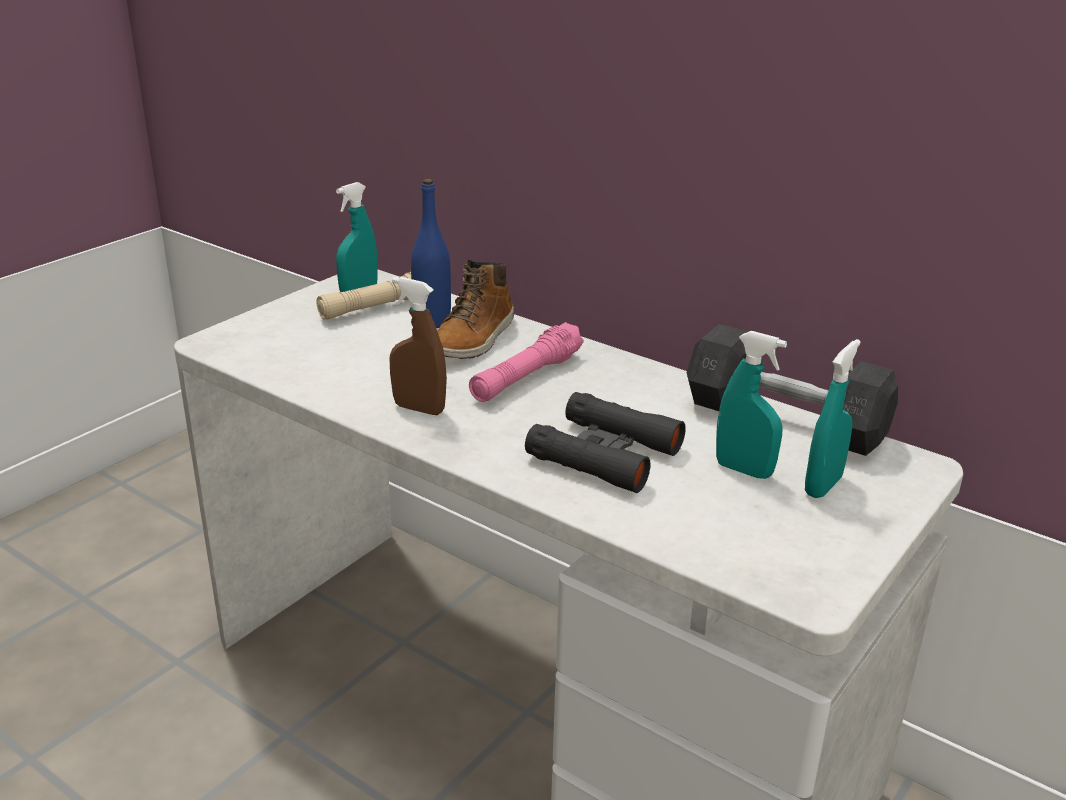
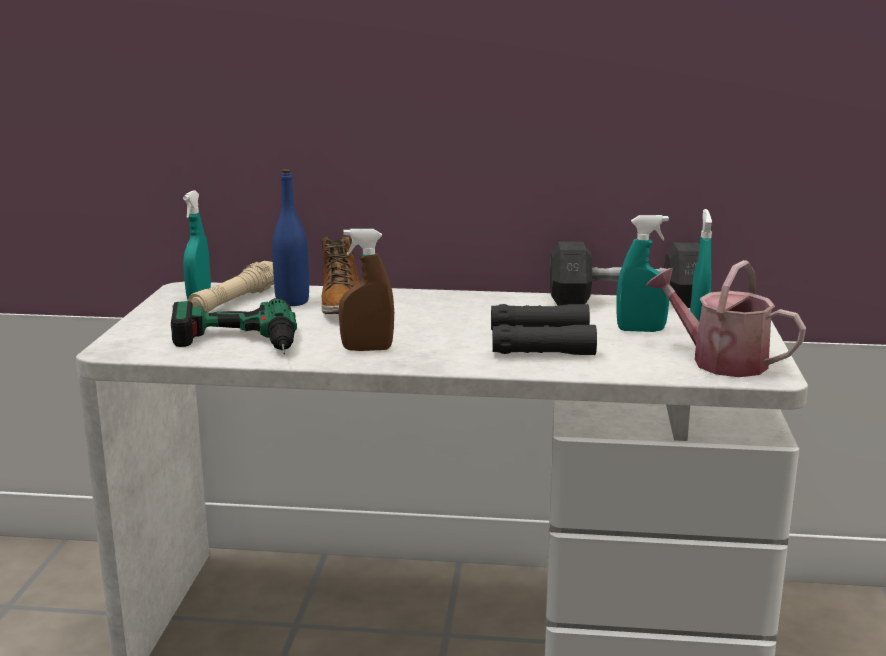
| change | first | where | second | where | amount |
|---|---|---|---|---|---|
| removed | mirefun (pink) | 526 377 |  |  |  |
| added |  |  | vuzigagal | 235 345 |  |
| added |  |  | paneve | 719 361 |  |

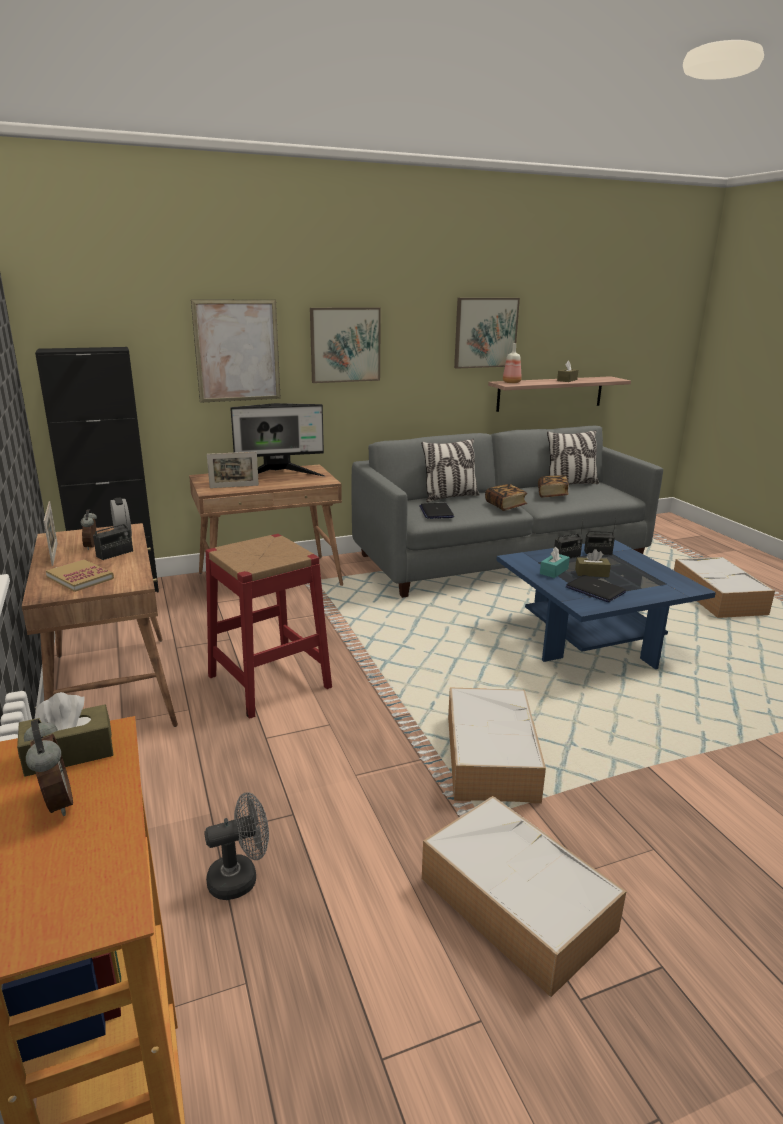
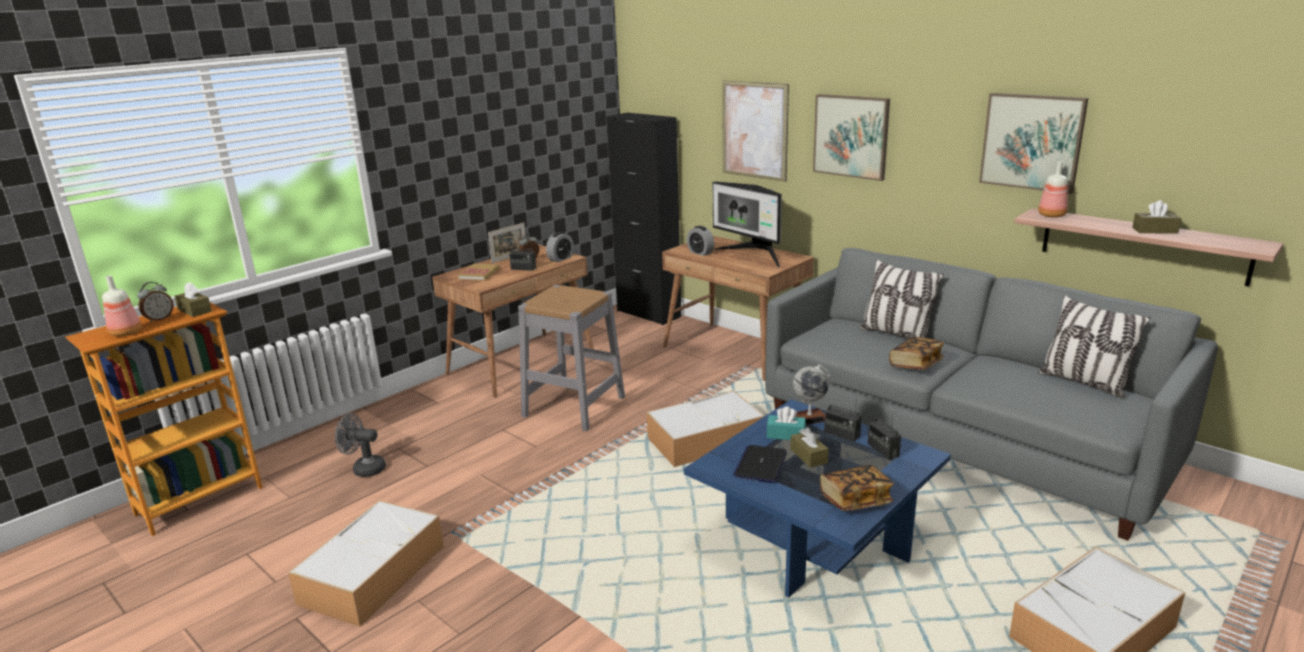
| change | first | where | second | where | amount |
|---|---|---|---|---|---|
| removed | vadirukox | 436 512 |  |  |  |
| added |  |  | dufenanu | 126 332 |  |
| added |  |  | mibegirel | 809 418 |  |
| moved | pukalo | 490 756 |  | 706 440 |  |
| moved | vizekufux | 552 495 |  | 855 500 |  |
| replaced | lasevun | 234 486 | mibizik | 700 252 |  |
| recoloured | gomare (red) | 269 681 | gomare (grey) | 574 406 |  |
| turned | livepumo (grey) | 240 878 |  | 364 469 | 150 degrees clockwise |

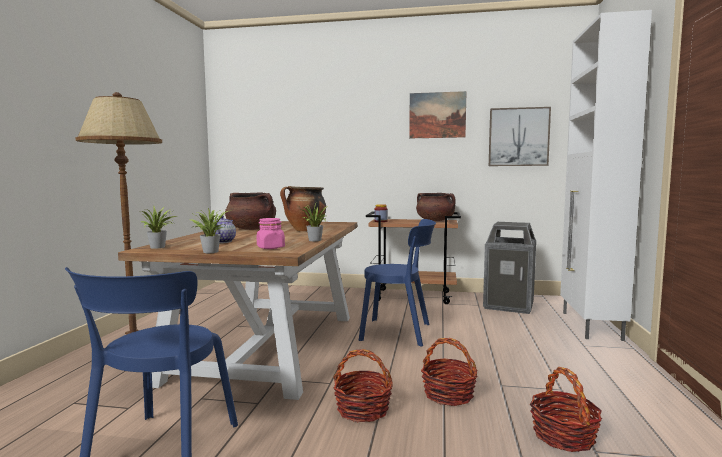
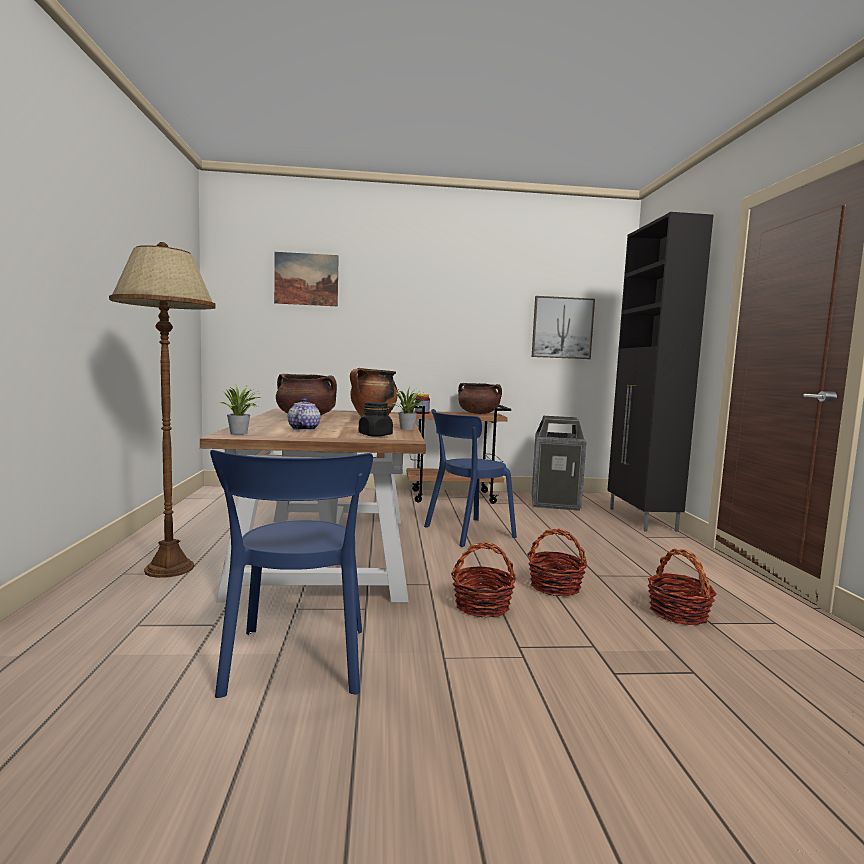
| change | first | where | second | where | amount |
|---|---|---|---|---|---|
| removed | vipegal | 210 251 |  |  |  |
| moved | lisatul | 437 115 |  | 306 279 |  |
| recoloured | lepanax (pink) | 270 248 | lepanax (black) | 375 435 |  |
| recoloured | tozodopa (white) | 590 326 | tozodopa (black) | 641 519 |  |
| turned | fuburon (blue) | 400 332 |  | 465 532 | 150 degrees clockwise |

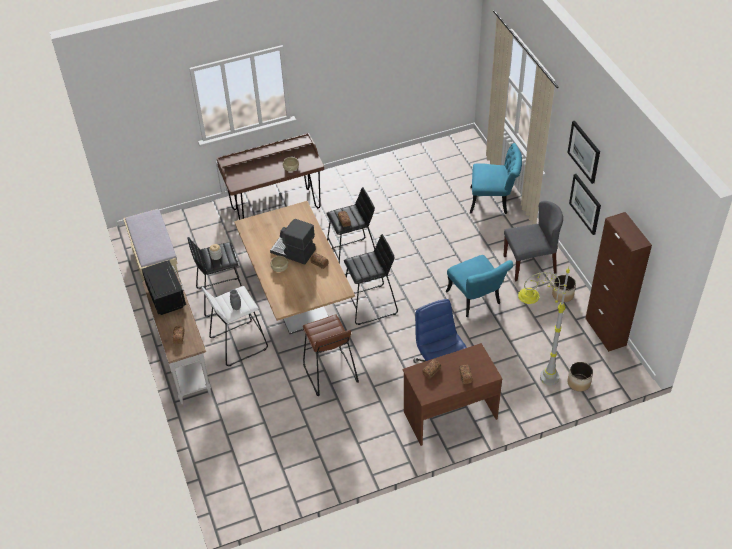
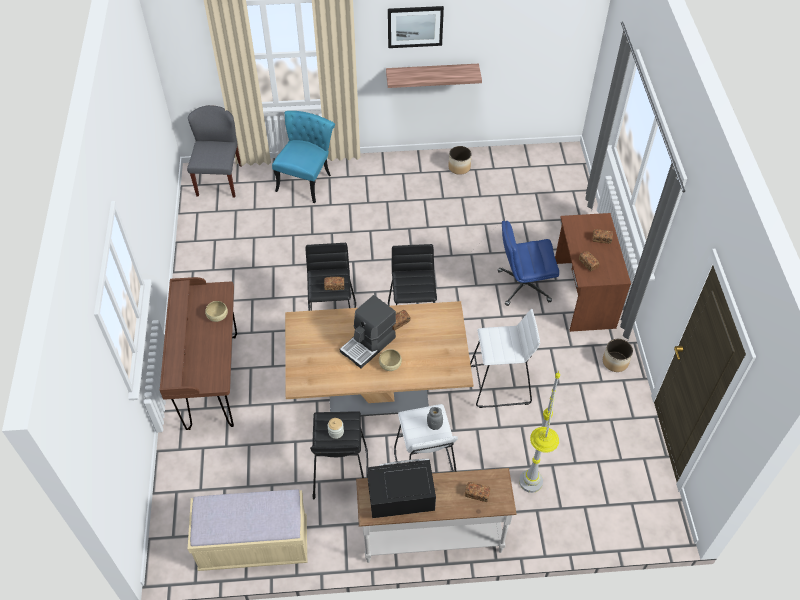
| change | first | where | second | where | amount |
|---|---|---|---|---|---|
| removed | fuburon (turquoise) | 476 301 |  |  |  |
| removed | tozodopa (brown) | 605 332 |  |  |  |
| moved | fuburon (grey) | 530 264 |  | 219 180 |  |
| moved | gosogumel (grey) | 533 378 |  | 527 500 |  |
| moved | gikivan | 579 383 |  | 615 362 |  |
| replaced | lisatul | 585 204 | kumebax | 432 74 |  |
| recoloured | gomare (brown) | 330 374 | gomare (white) | 500 385 |  |

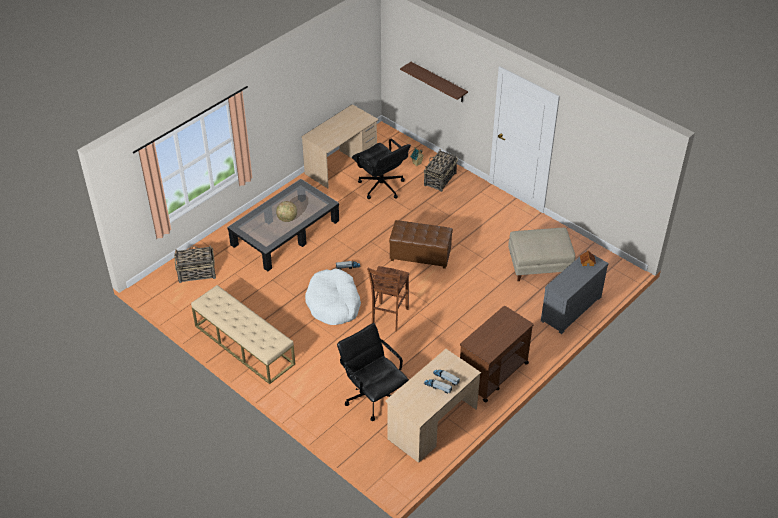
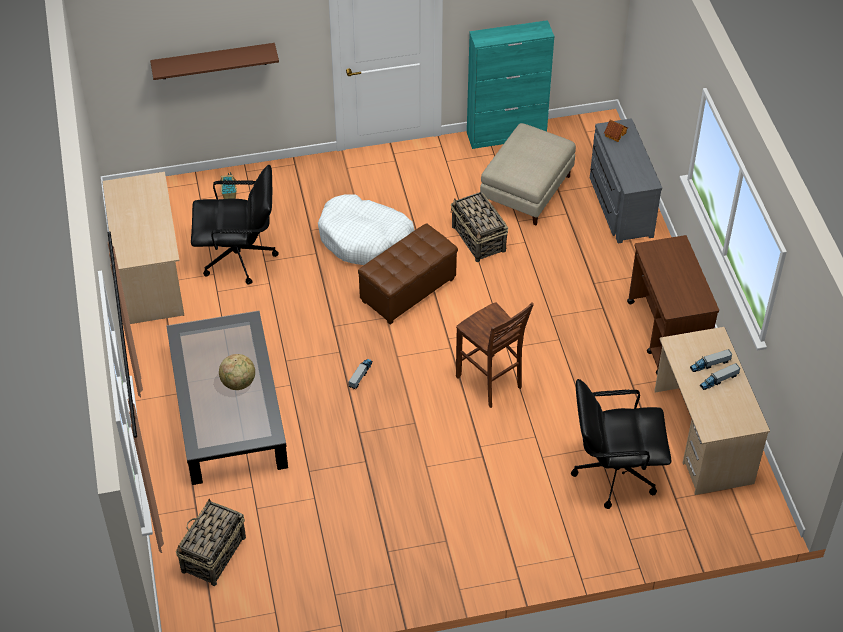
| change | first | where | second | where | amount |
|---|---|---|---|---|---|
| removed | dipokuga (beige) | 244 344 |  |  |  |
| added |  |  | tozodopa (turquoise) | 507 135 |  |
| moved | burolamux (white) | 333 303 |  | 365 239 |  |
| moved | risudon | 439 179 |  | 479 239 |  |

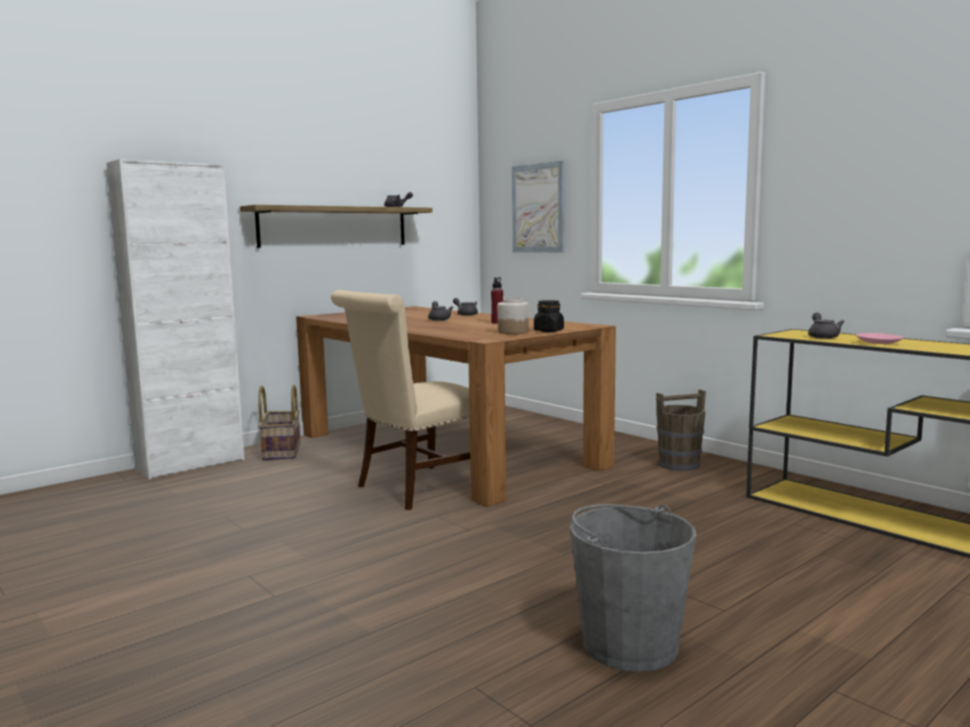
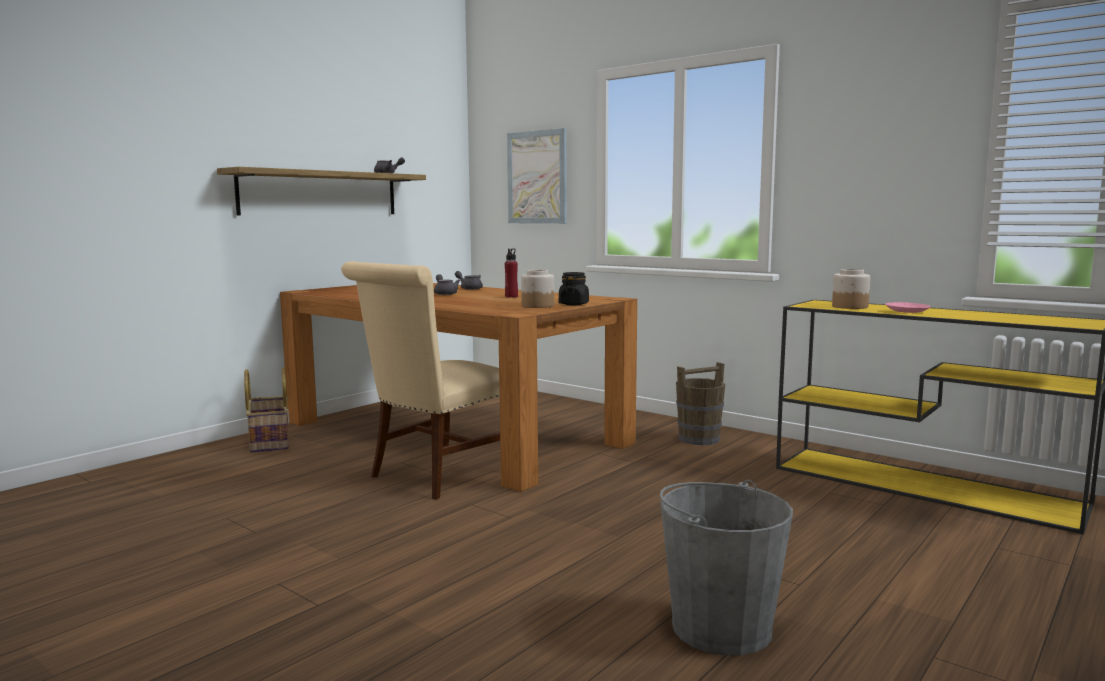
| change | first | where | second | where | amount |
|---|---|---|---|---|---|
| removed | tozodopa (white) | 191 464 |  |  |  |
| replaced | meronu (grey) | 822 337 | lepanax | 849 306 |  |

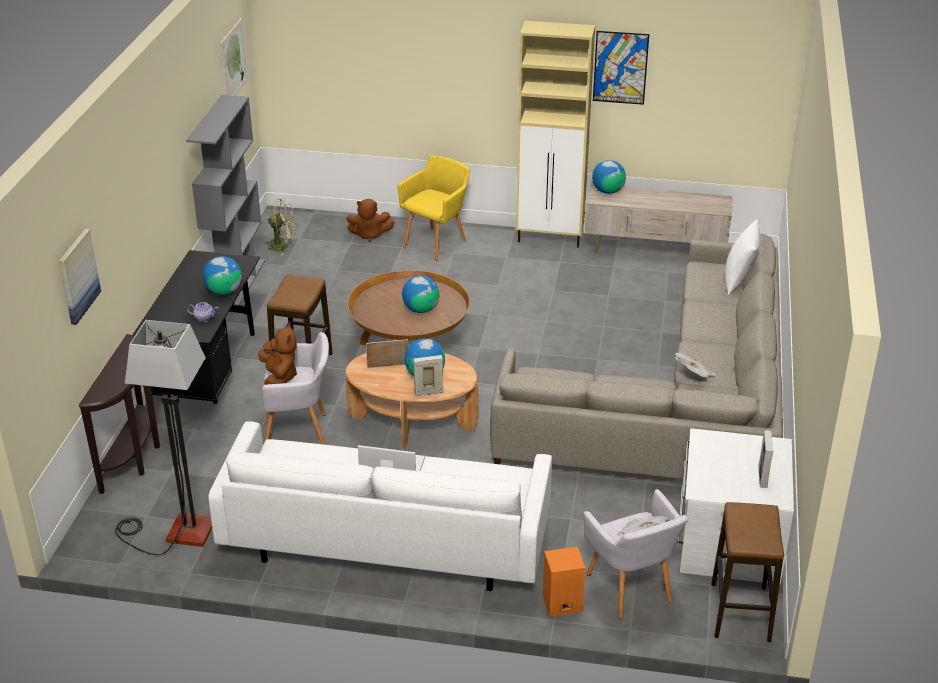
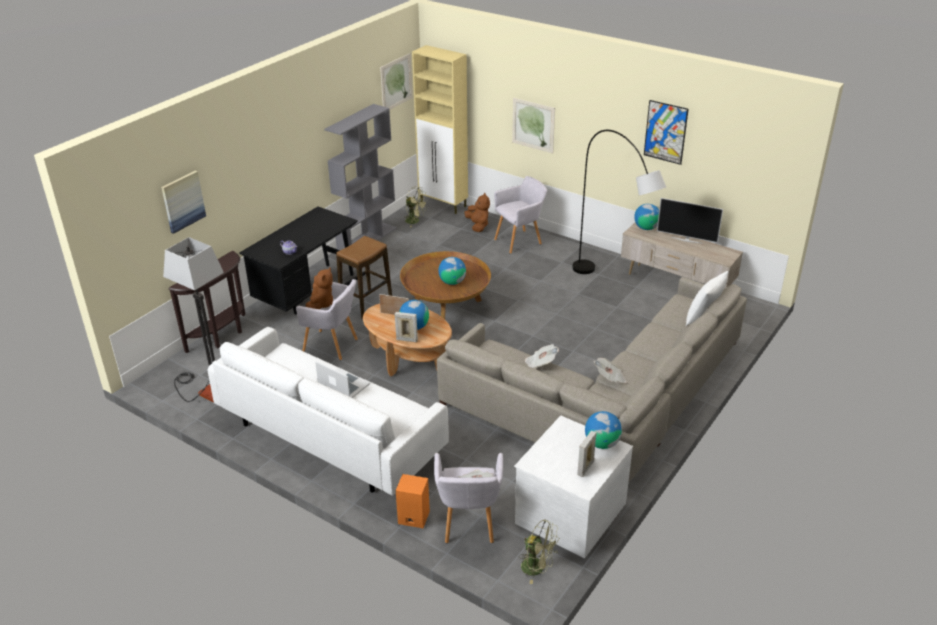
| change | first | where | second | where | amount |
|---|---|---|---|---|---|
| added |  |  | lisatul | 533 125 |  |
| added |  |  | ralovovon | 540 363 |  |
| added |  |  | gosogumel (grey) | 612 287 |  |
| added |  |  | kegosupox | 686 240 |  |
| moved | mibegirel | 224 291 |  | 601 443 |  |
| moved | tozodopa (beige) | 550 238 |  | 443 205 |  |
| replaced | gomare | 740 612 | livepumo (green) | 537 568 |  |
| recoloured | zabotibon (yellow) | 436 242 | zabotibon (grey) | 520 241 |  |
| turned | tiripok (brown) | 369 235 |  | 478 226 | 135 degrees counterclockwise |

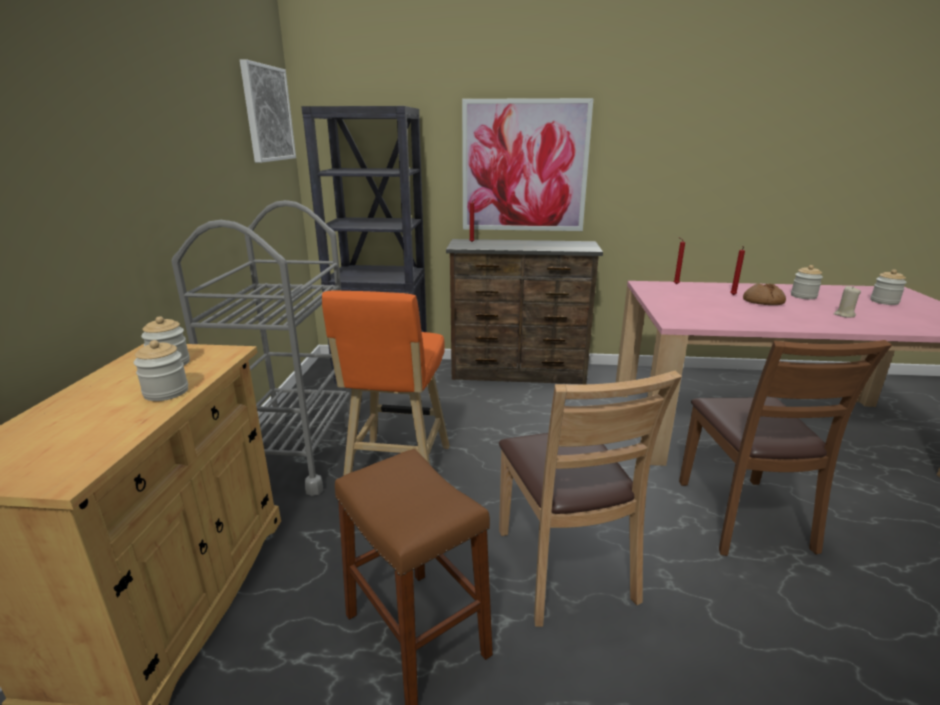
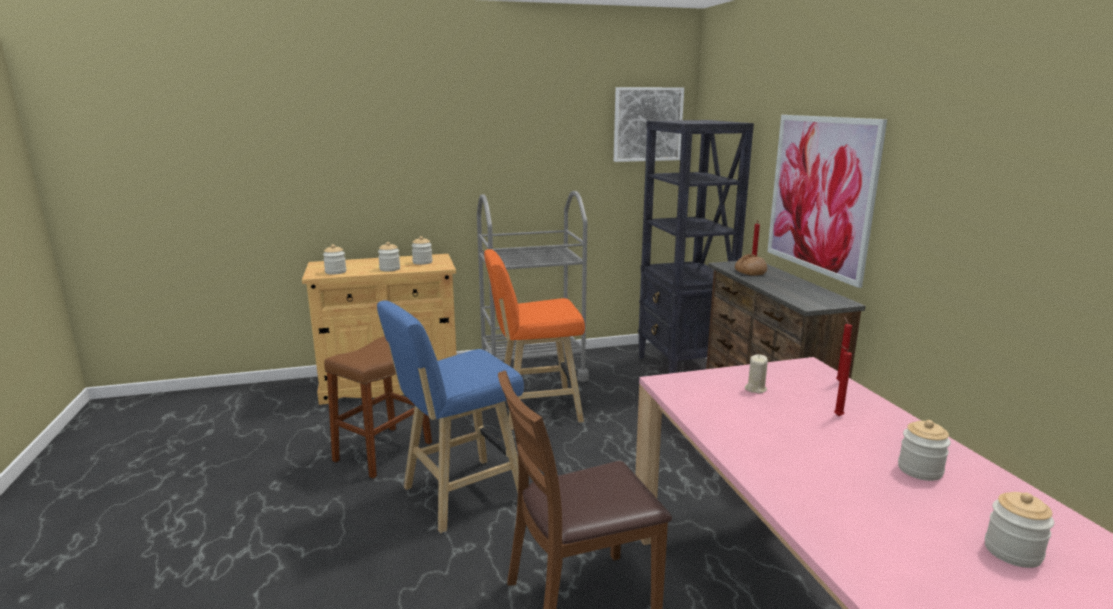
| change | first | where | second | where | amount |
|---|---|---|---|---|---|
| added |  |  | lepanax | 335 272 |  |
| moved | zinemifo | 763 302 |  | 750 272 |  |
| moved | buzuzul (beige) | 844 315 |  | 755 389 |  |
| replaced | fuburon (brown) | 564 567 | gomare (blue) | 458 496 |  |

